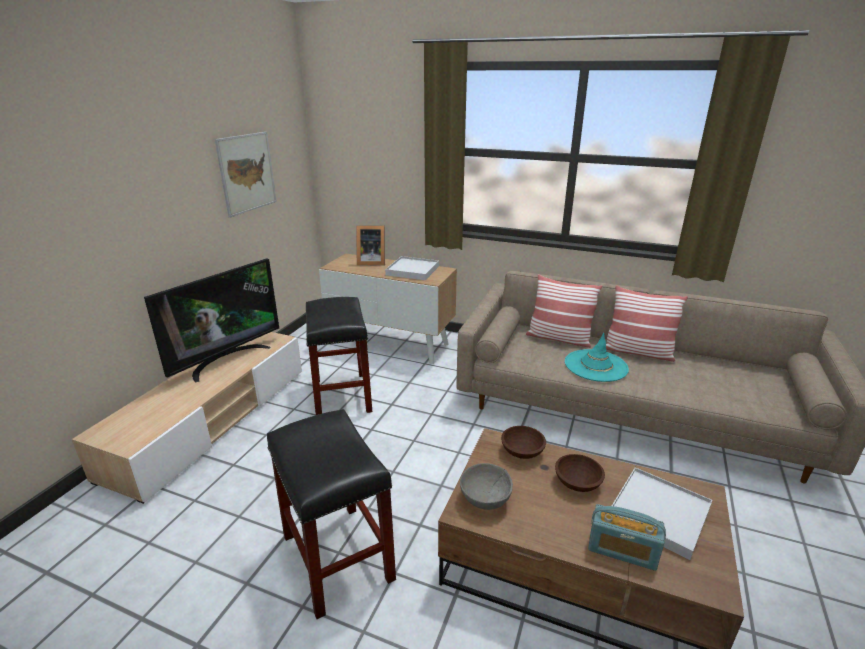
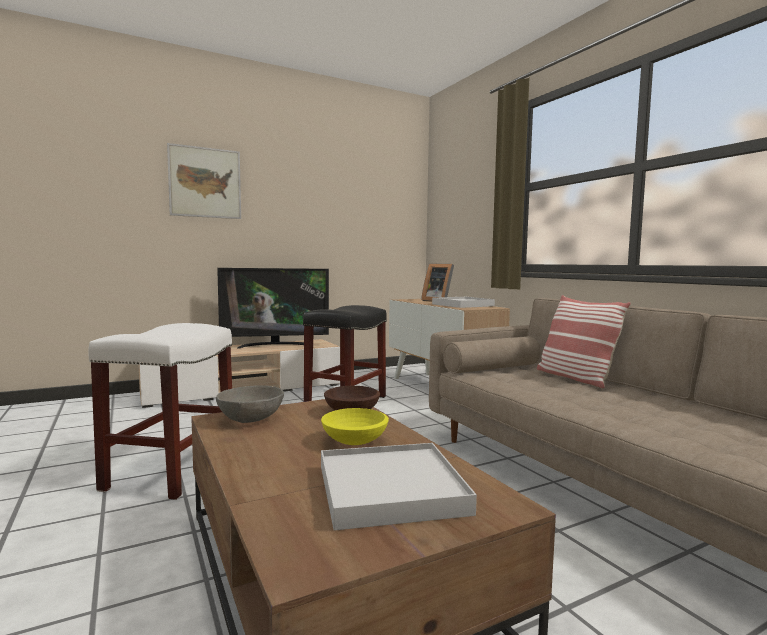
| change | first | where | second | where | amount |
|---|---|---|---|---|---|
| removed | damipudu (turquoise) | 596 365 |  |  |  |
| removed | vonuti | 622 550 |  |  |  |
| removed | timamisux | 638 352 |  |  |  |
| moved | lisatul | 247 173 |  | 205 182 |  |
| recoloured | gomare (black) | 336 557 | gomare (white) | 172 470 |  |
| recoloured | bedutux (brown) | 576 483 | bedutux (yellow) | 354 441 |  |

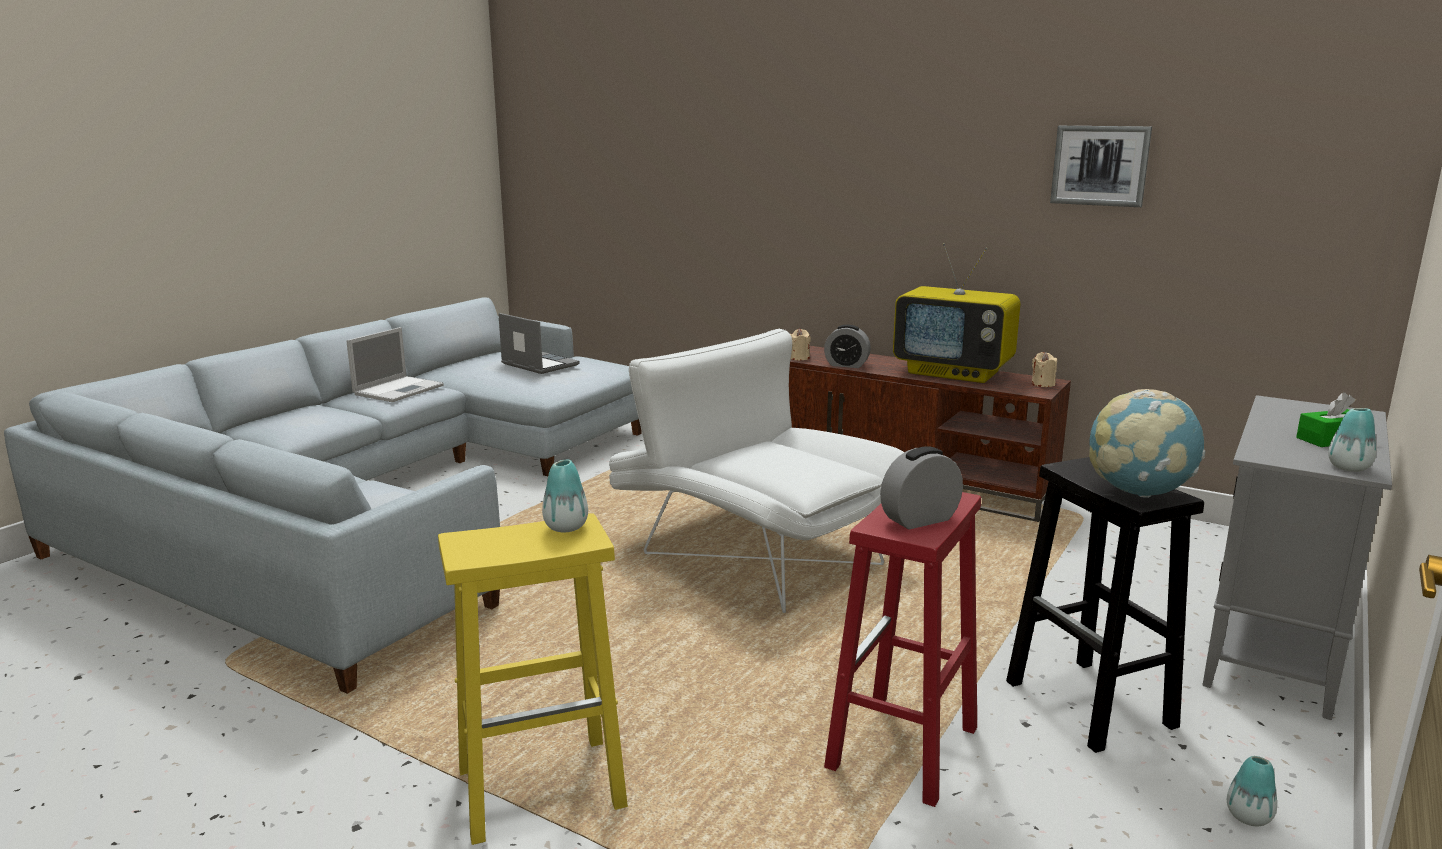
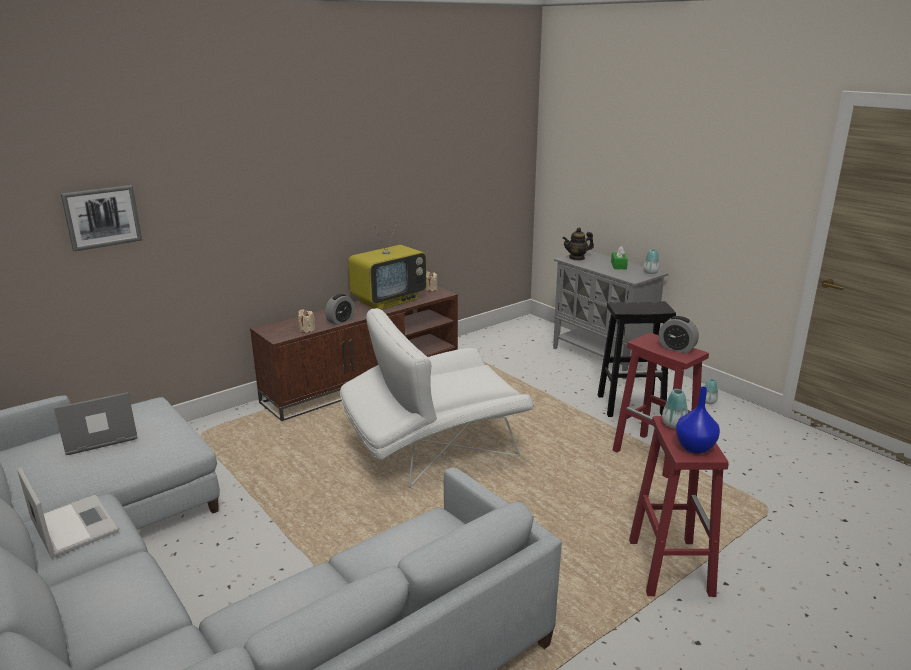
| change | first | where | second | where | amount |
|---|---|---|---|---|---|
| removed | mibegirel | 1138 492 |  |  |  |
| added |  |  | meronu | 577 258 |  |
| added |  |  | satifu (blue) | 694 447 |  |
| moved | lisatul | 1100 165 |  | 102 217 |  |
| recoloured | gomare (yellow) | 544 787 | gomare (red) | 669 566 |  |
| turned | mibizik | 919 519 |  | 676 348 | 45 degrees counterclockwise |

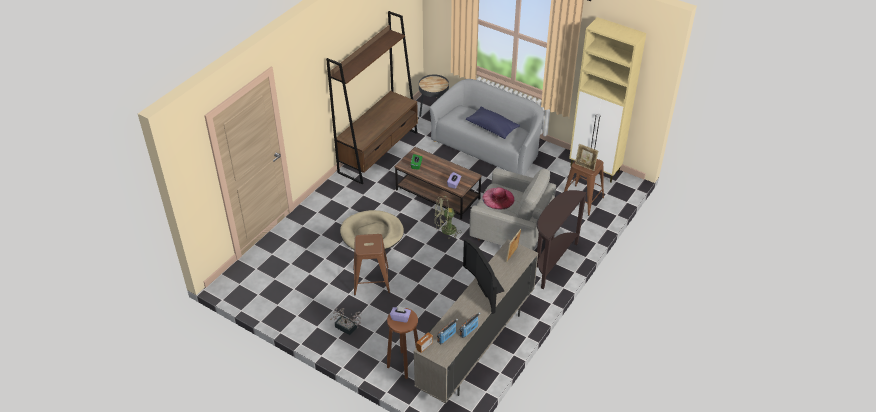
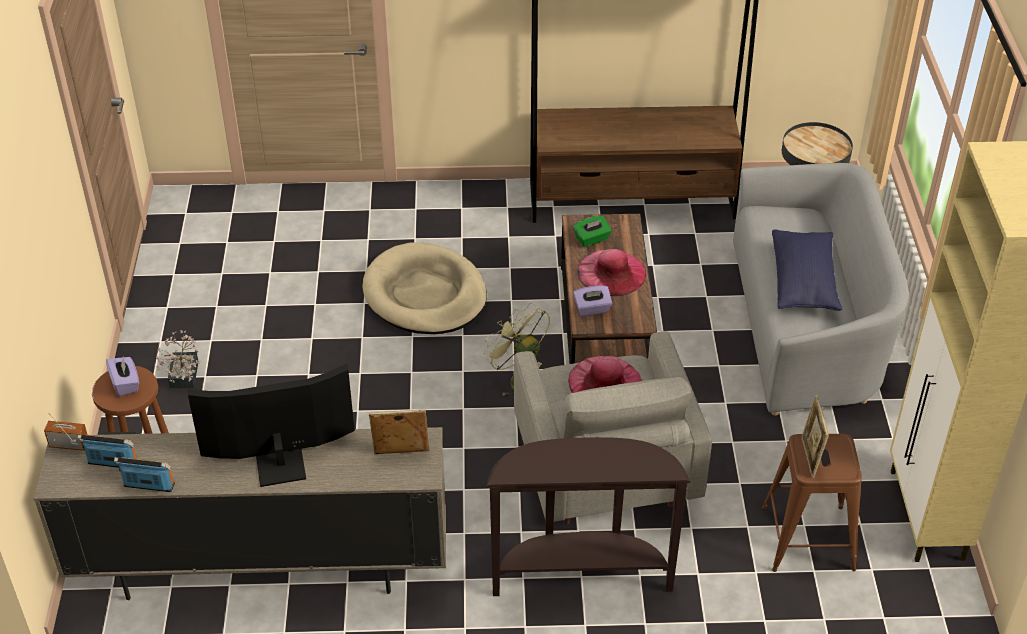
| change | first | where | second | where | amount |
|---|---|---|---|---|---|
| removed | gomare (brown) | 371 281 |  |  |  |
| added |  |  | damipudu (pink) | 611 272 |  |
| turned | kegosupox | 487 288 |  | 280 459 | 45 degrees clockwise |

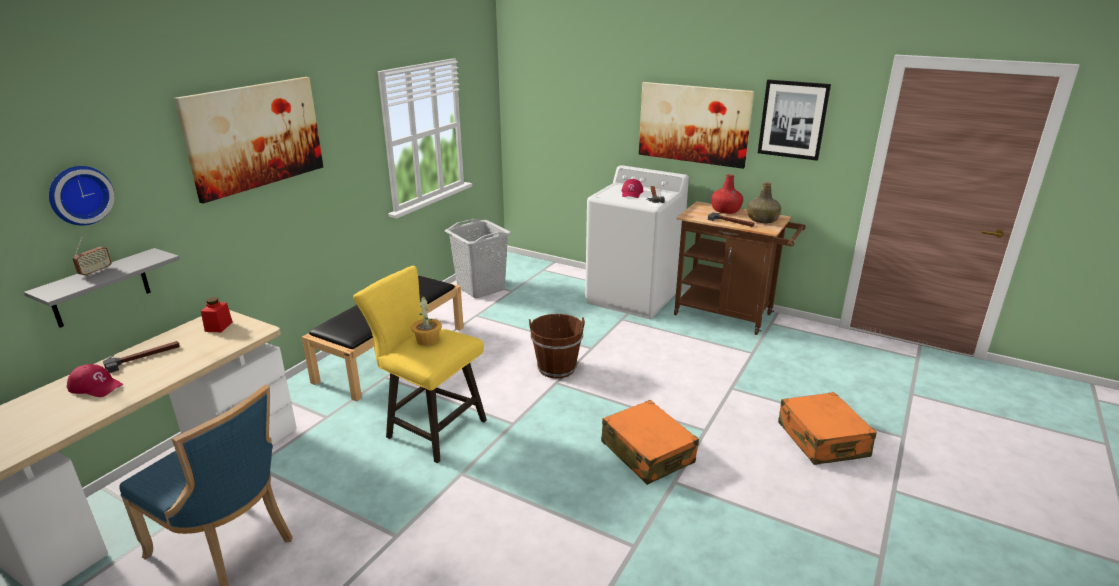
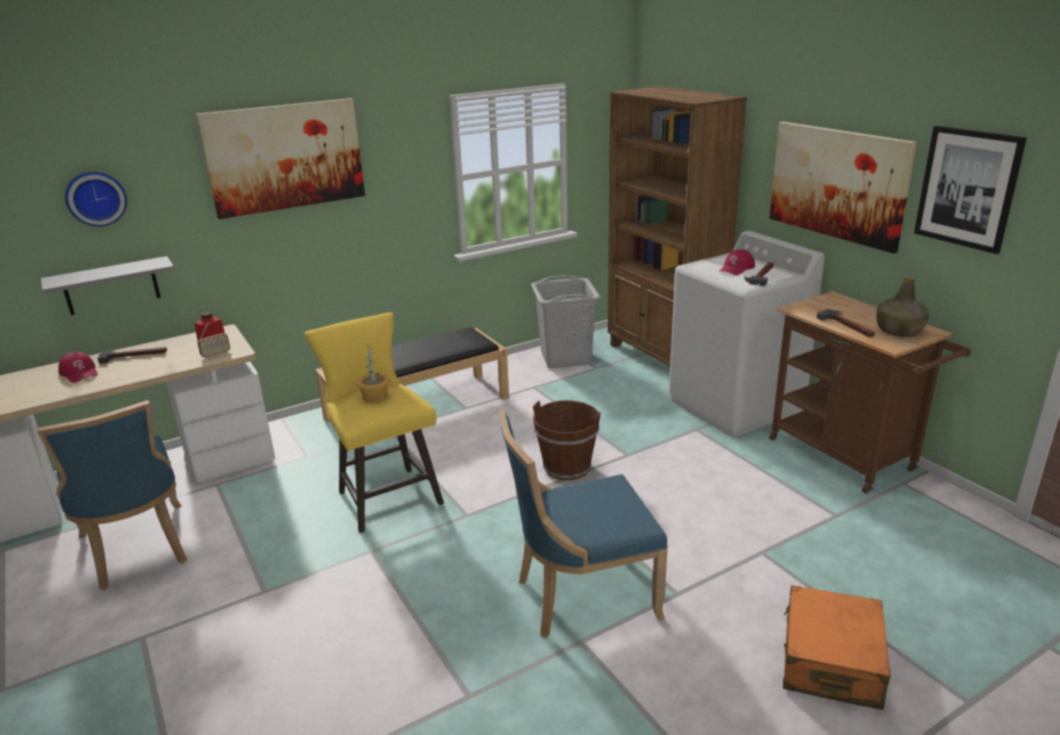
| change | first | where | second | where | amount |
|---|---|---|---|---|---|
| removed | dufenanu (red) | 726 210 |  |  |  |
| added |  |  | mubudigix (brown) | 664 357 |  |
| moved | vonuti | 96 271 |  | 216 354 |  |
| replaced | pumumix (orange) | 647 452 | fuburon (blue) | 581 596 |  |

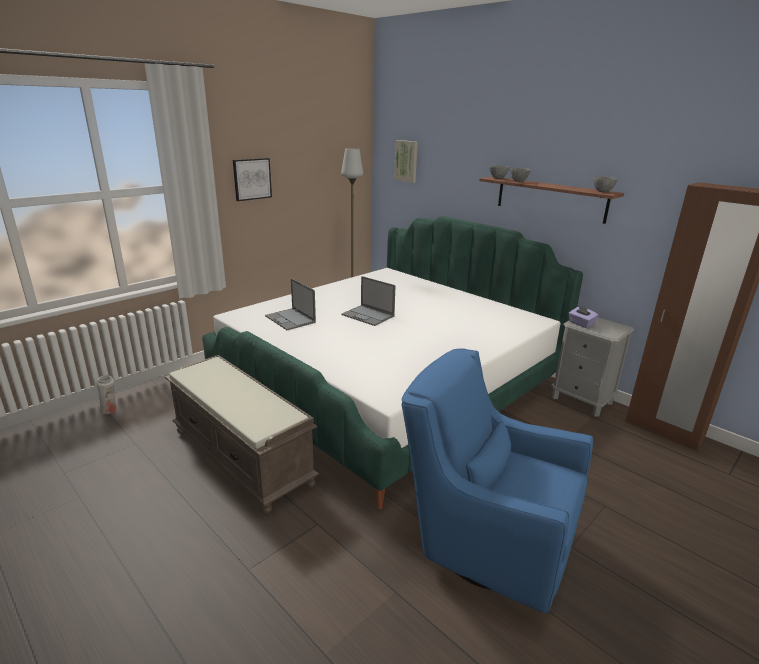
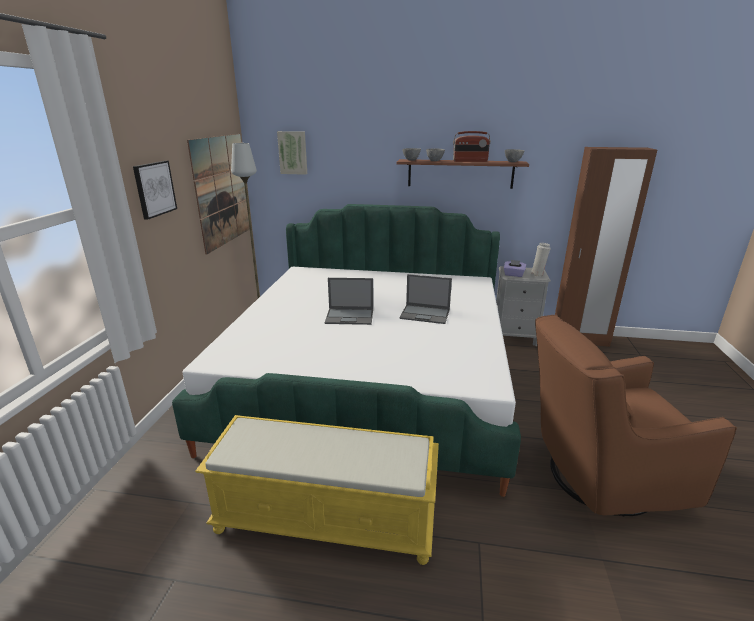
| change | first | where | second | where | amount |
|---|---|---|---|---|---|
| added |  |  | lisatul | 222 190 |  |
| added |  |  | vonuti | 470 161 |  |
| moved | satifu (white) | 110 411 |  | 538 275 |  |
| moved | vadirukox | 290 319 |  | 425 314 |  |
| recoloured | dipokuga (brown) | 243 456 | dipokuga (yellow) | 327 518 |  |
| recoloured | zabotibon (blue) | 485 541 | zabotibon (brown) | 596 477 |  |

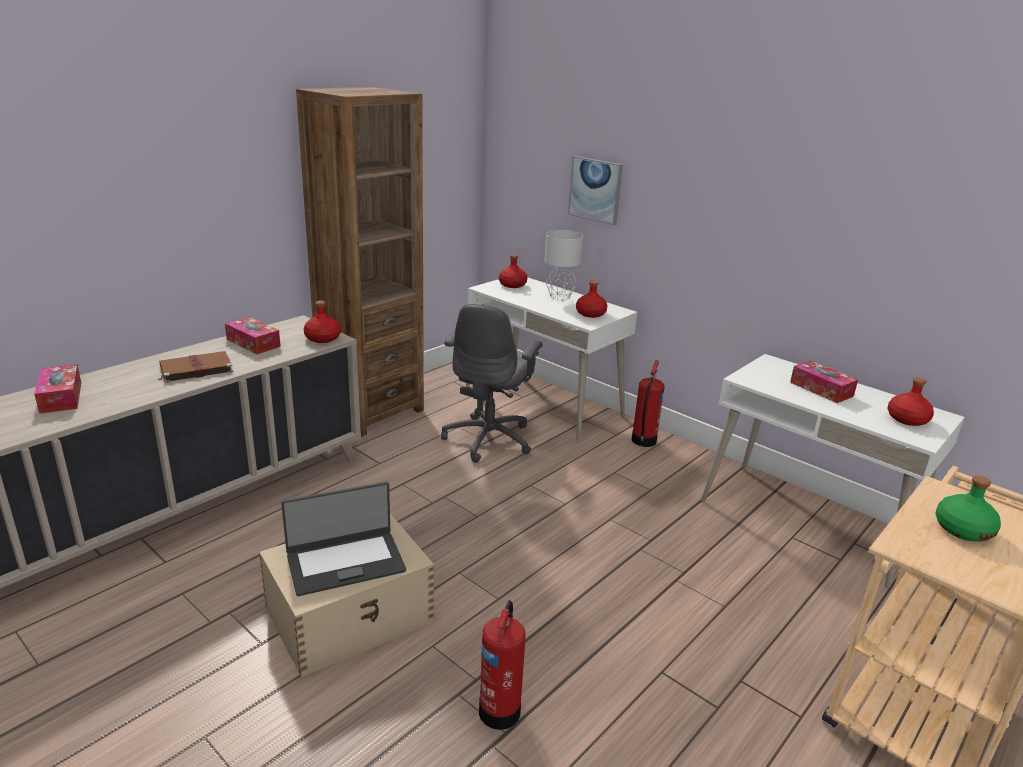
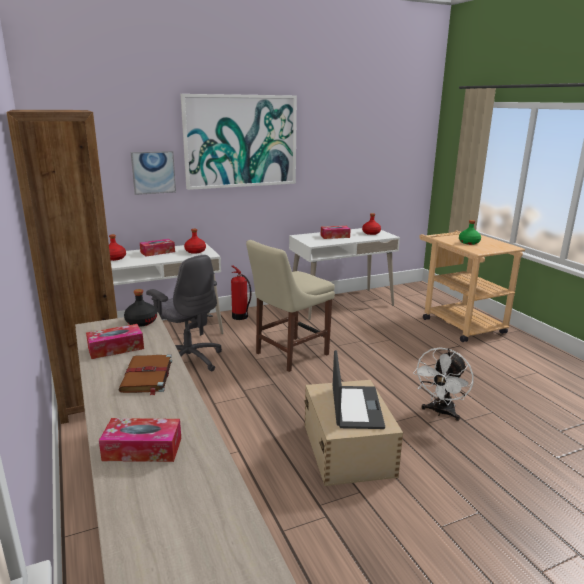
| change | first | where | second | where | amount |
|---|---|---|---|---|---|
| added |  |  | lisatul | 241 141 |  |
| added |  |  | fuburon (beige) | 289 354 |  |
| replaced | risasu | 501 709 | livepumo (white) | 440 412 |  |
| replaced | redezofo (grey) | 560 297 | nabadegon | 157 252 |  |
| recoloured | dufenanu (red) | 323 338 | dufenanu (black) | 141 322 |  |

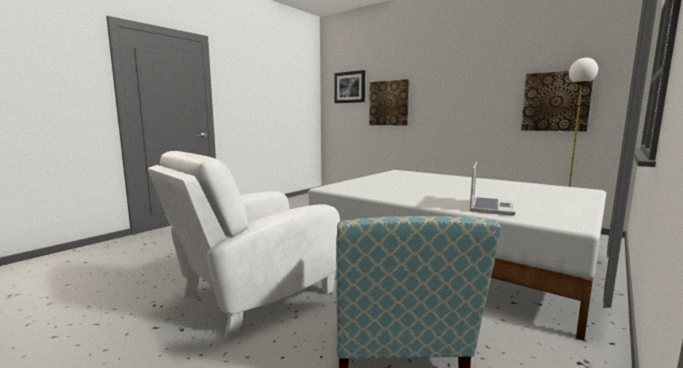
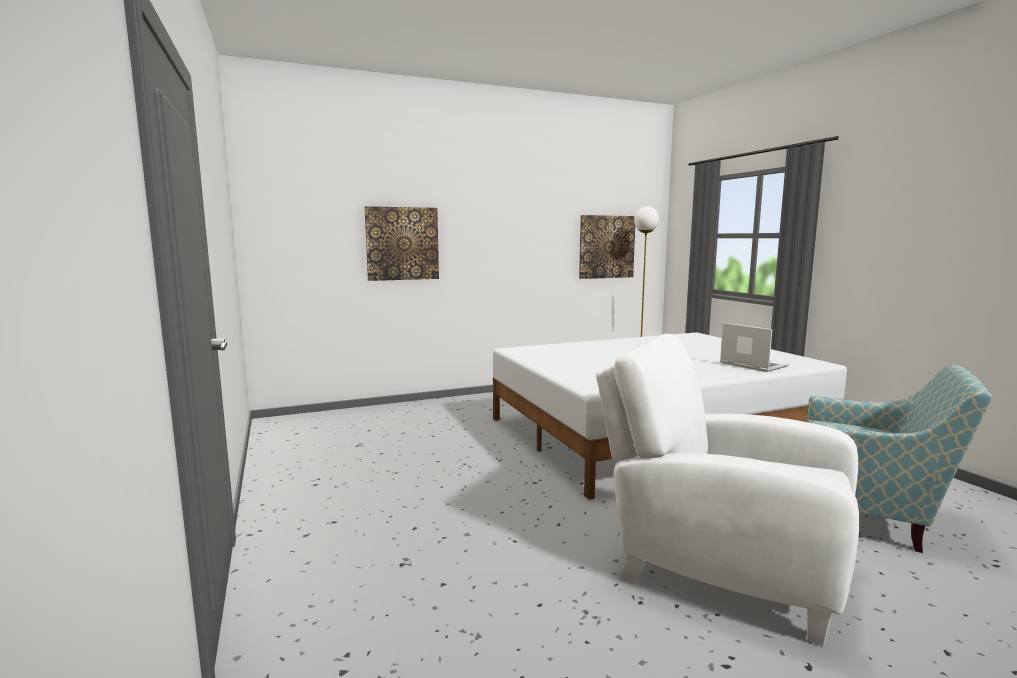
| change | first | where | second | where | amount |
|---|---|---|---|---|---|
| removed | lisatul | 349 87 |  |  |  |
| turned | zabotibon (white) | 254 295 |  | 719 565 | 135 degrees clockwise |

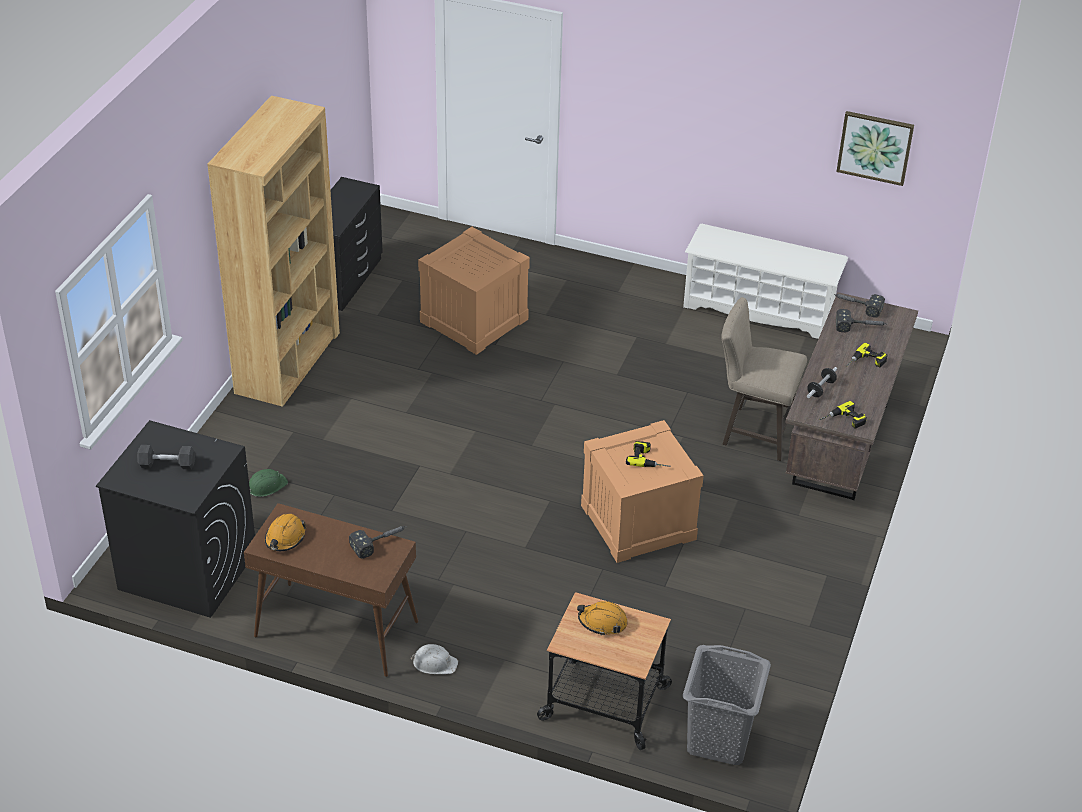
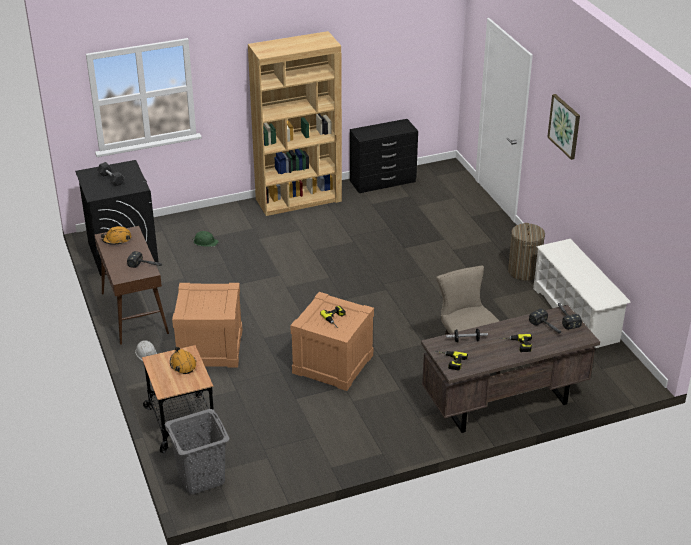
| change | first | where | second | where | amount |
|---|---|---|---|---|---|
| added |  |  | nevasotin | 524 271 |  |
| moved | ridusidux | 473 320 |  | 210 348 |  |
| moved | lisatul | 875 147 |  | 565 126 |  |

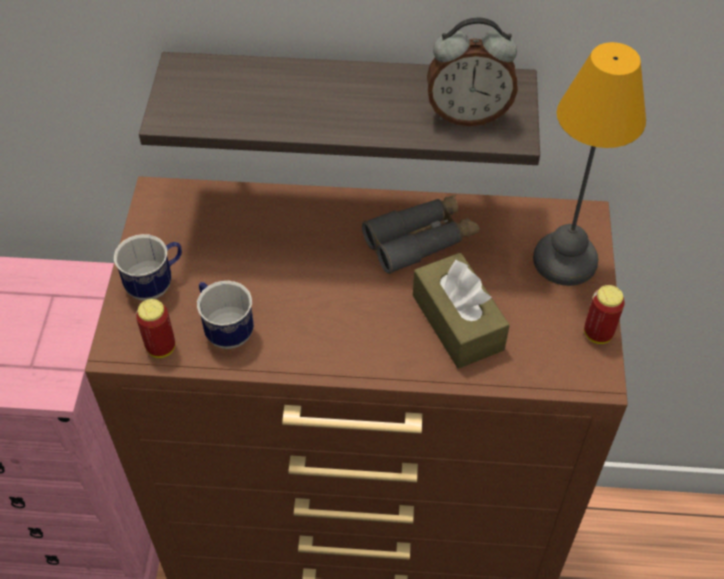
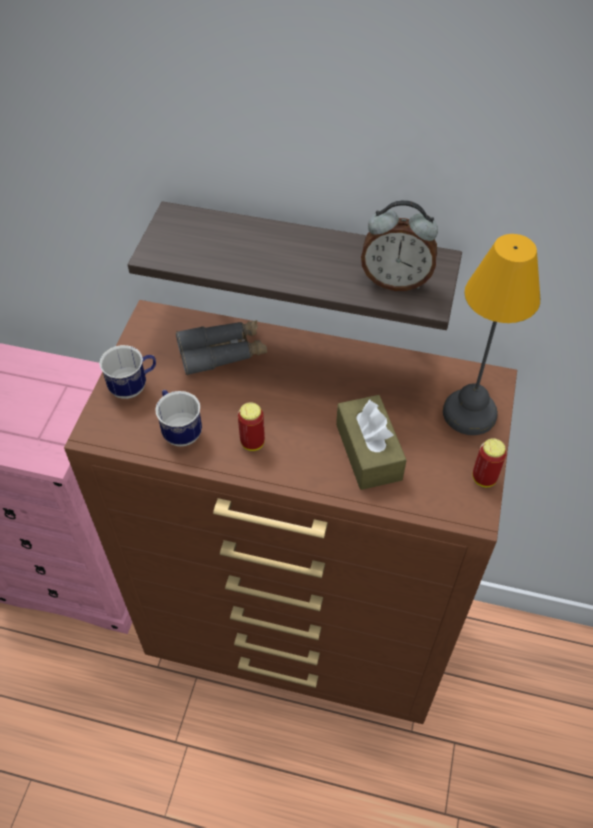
| change | first | where | second | where | amount |
|---|---|---|---|---|---|
| moved | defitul | 161 347 |  | 252 442 |  |
| moved | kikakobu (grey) | 420 240 |  | 222 353 |  |

